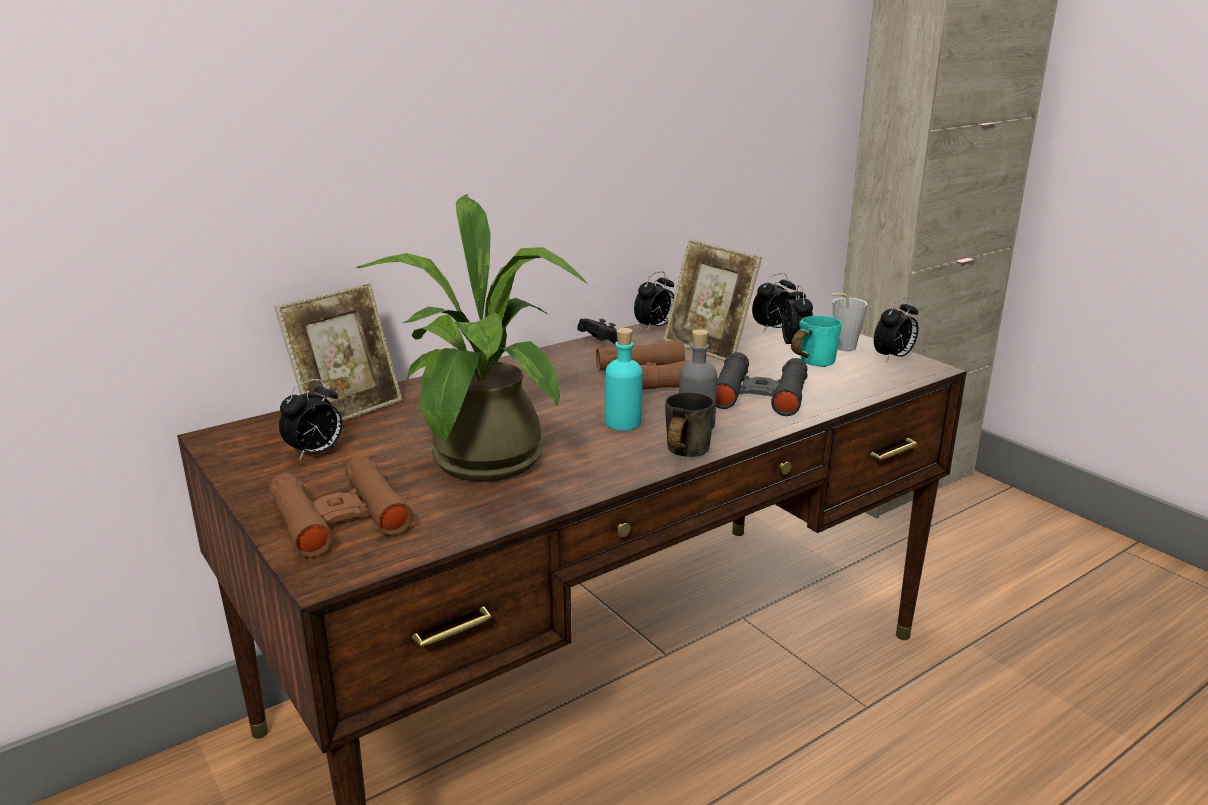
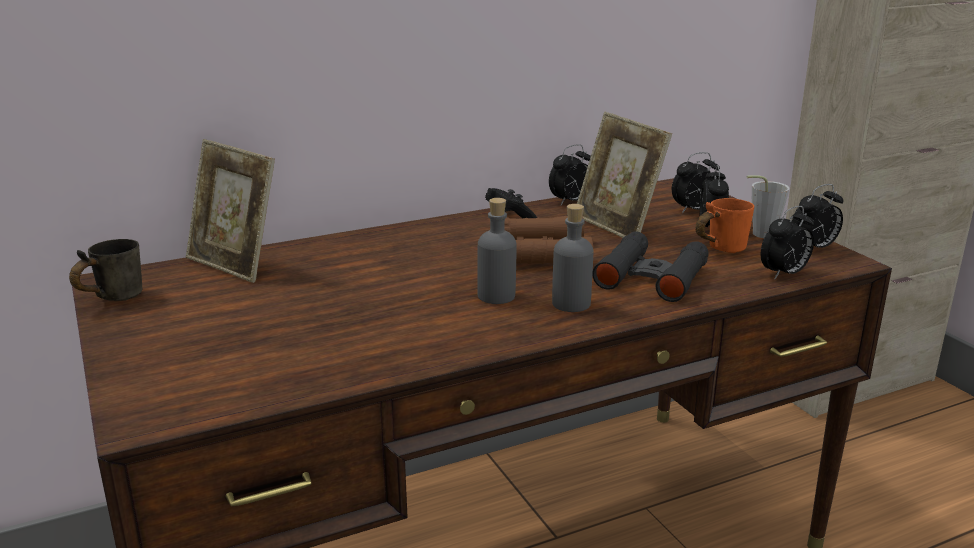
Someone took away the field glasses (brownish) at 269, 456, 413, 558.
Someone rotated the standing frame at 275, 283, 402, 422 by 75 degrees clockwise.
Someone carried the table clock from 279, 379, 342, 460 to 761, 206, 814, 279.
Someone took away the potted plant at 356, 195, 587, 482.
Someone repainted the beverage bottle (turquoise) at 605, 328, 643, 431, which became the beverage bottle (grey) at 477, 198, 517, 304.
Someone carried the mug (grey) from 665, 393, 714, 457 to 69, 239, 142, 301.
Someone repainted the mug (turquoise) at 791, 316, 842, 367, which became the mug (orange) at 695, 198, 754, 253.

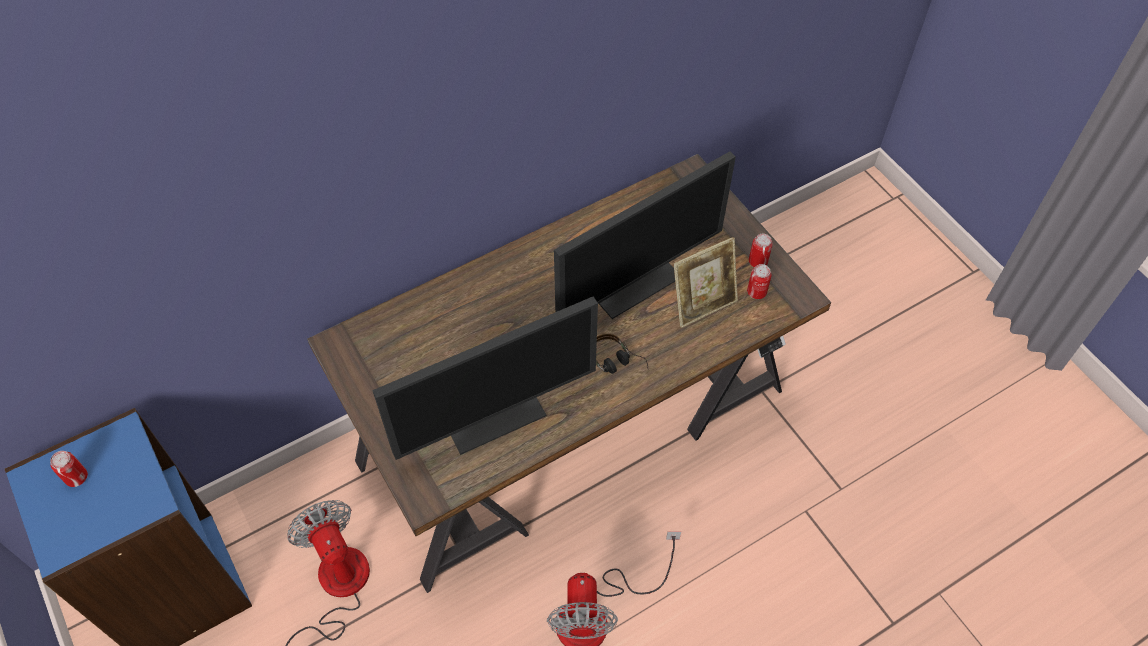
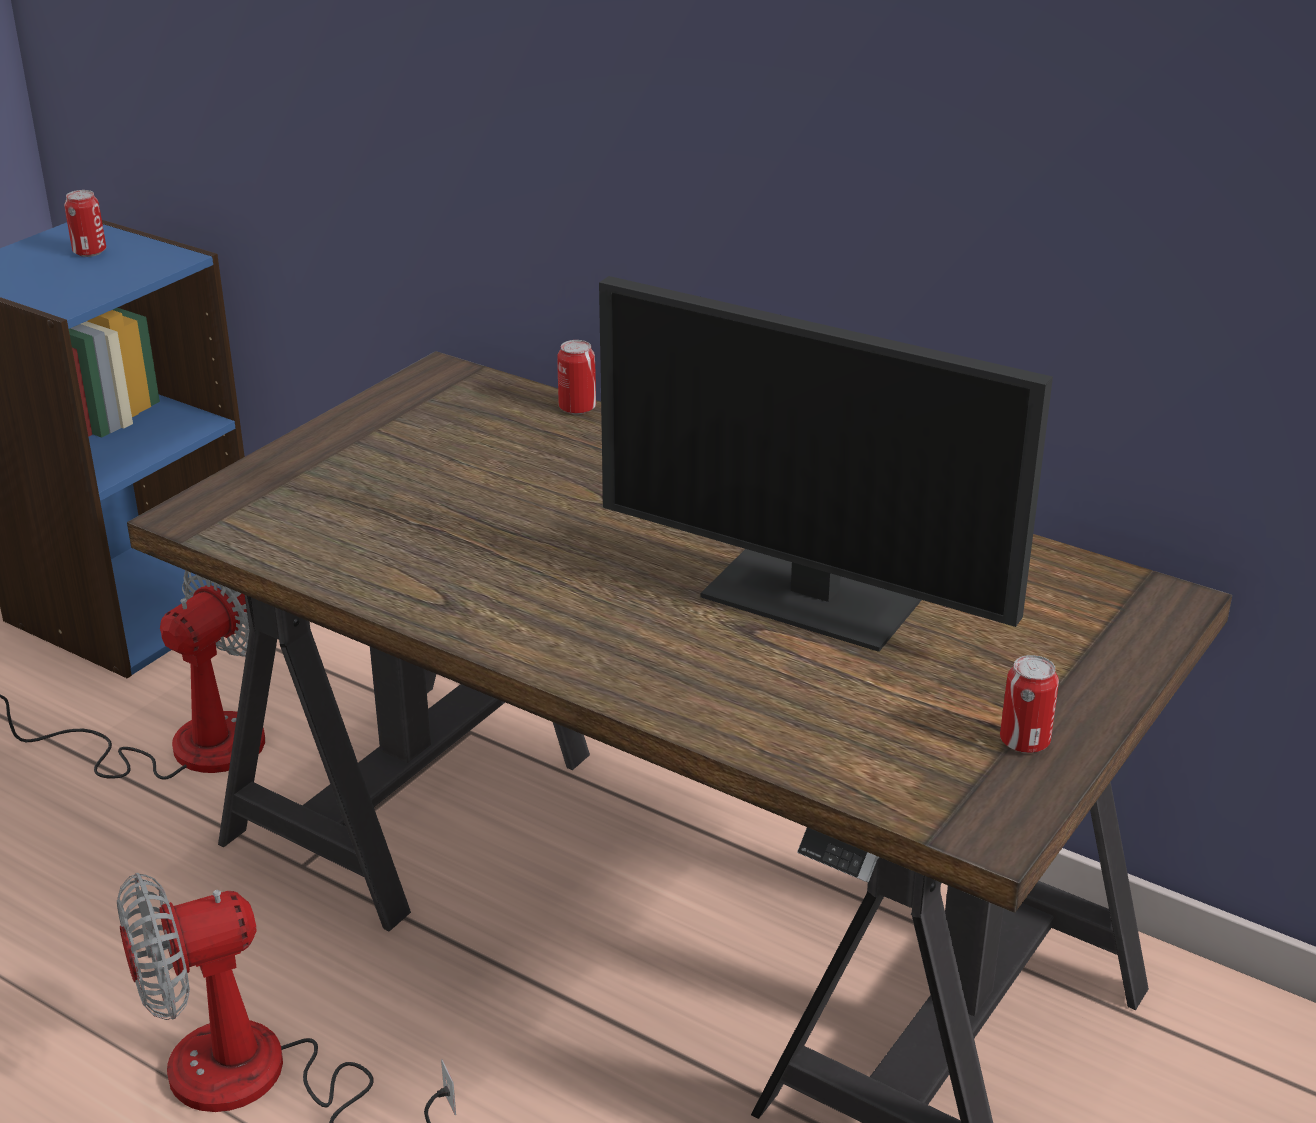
Someone took away the computer display at 372, 296, 598, 460.
Someone took away the headset at 596, 334, 648, 374.
Someone took away the standing frame at 674, 237, 738, 328.
Someone carried the can from 747, 264, 772, 299 to 557, 340, 596, 414.

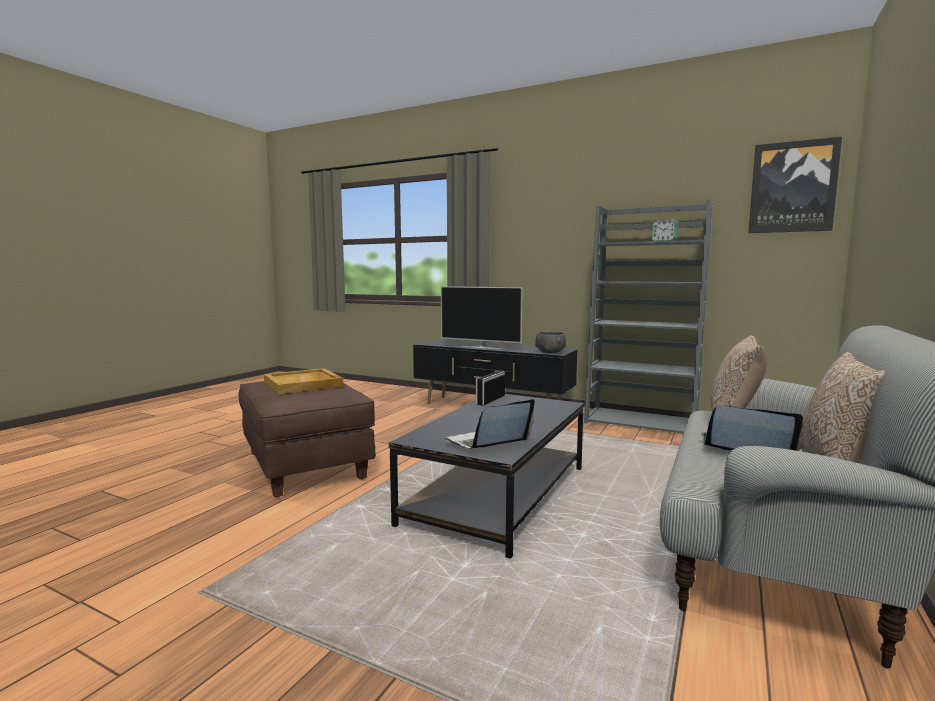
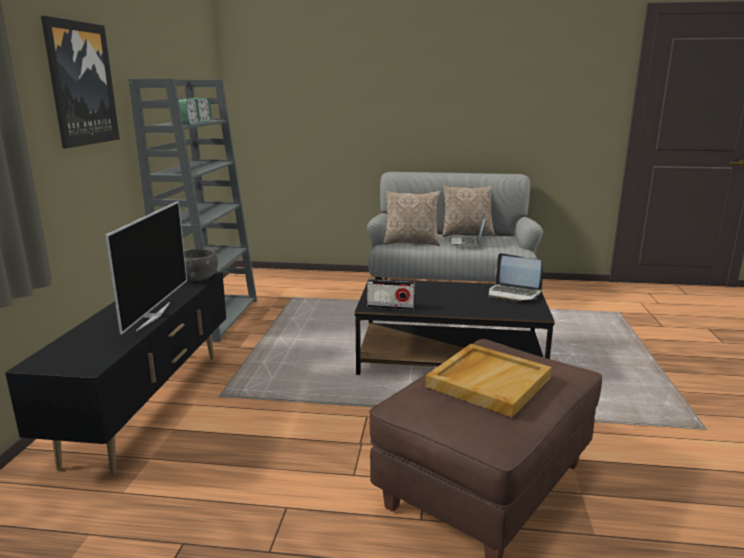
Someone carried the picture from 748, 137, 842, 233 to 41, 16, 120, 148.
Someone put down the table clock at 178, 99, 200, 125.

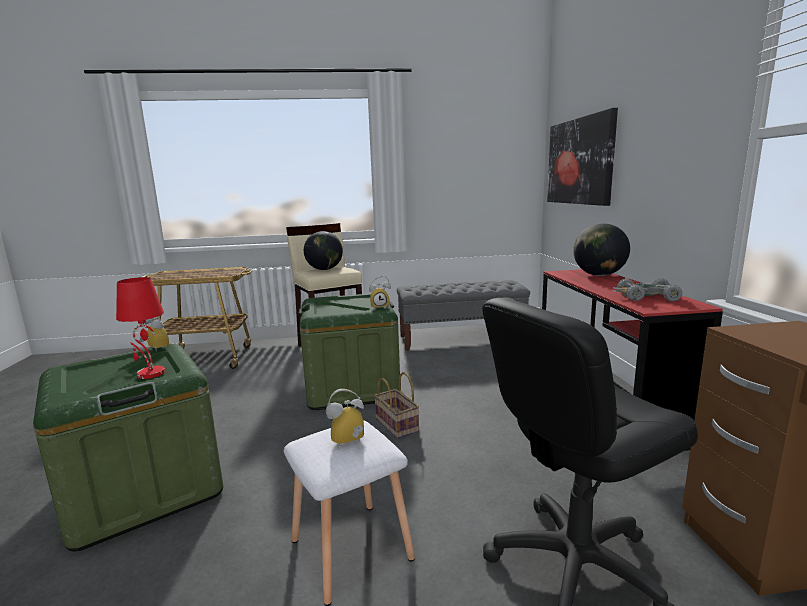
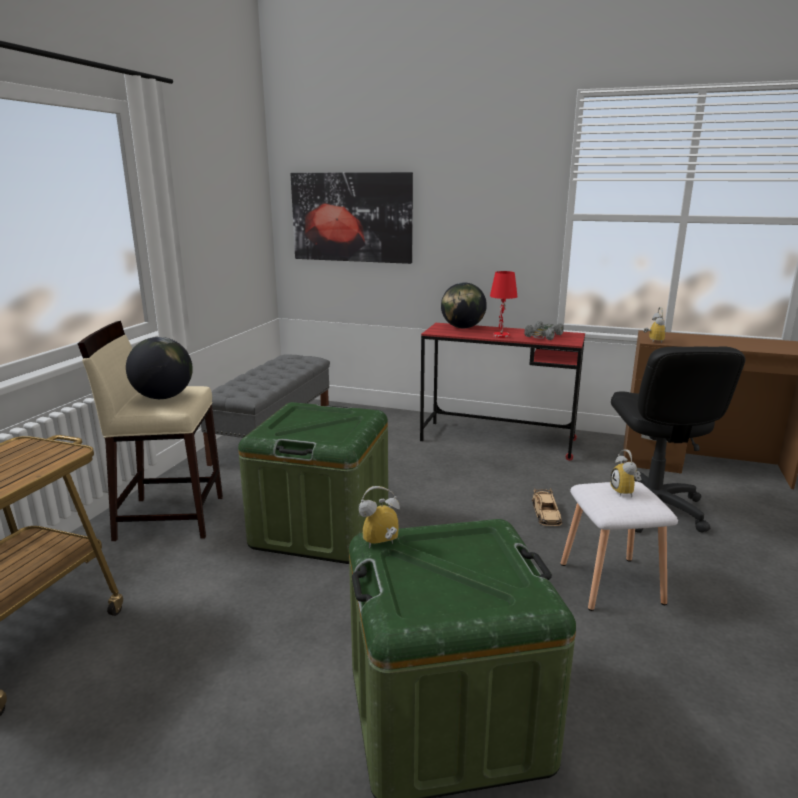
Someone carried the lamp for a table (reddish) from 116, 277, 165, 379 to 490, 271, 518, 338.
Someone carried the table clock from 369, 276, 391, 309 to 643, 307, 665, 343.
Someone took away the basket at 374, 372, 419, 439.
Someone put down the miniature car (beige-coloured) at 532, 488, 562, 526.

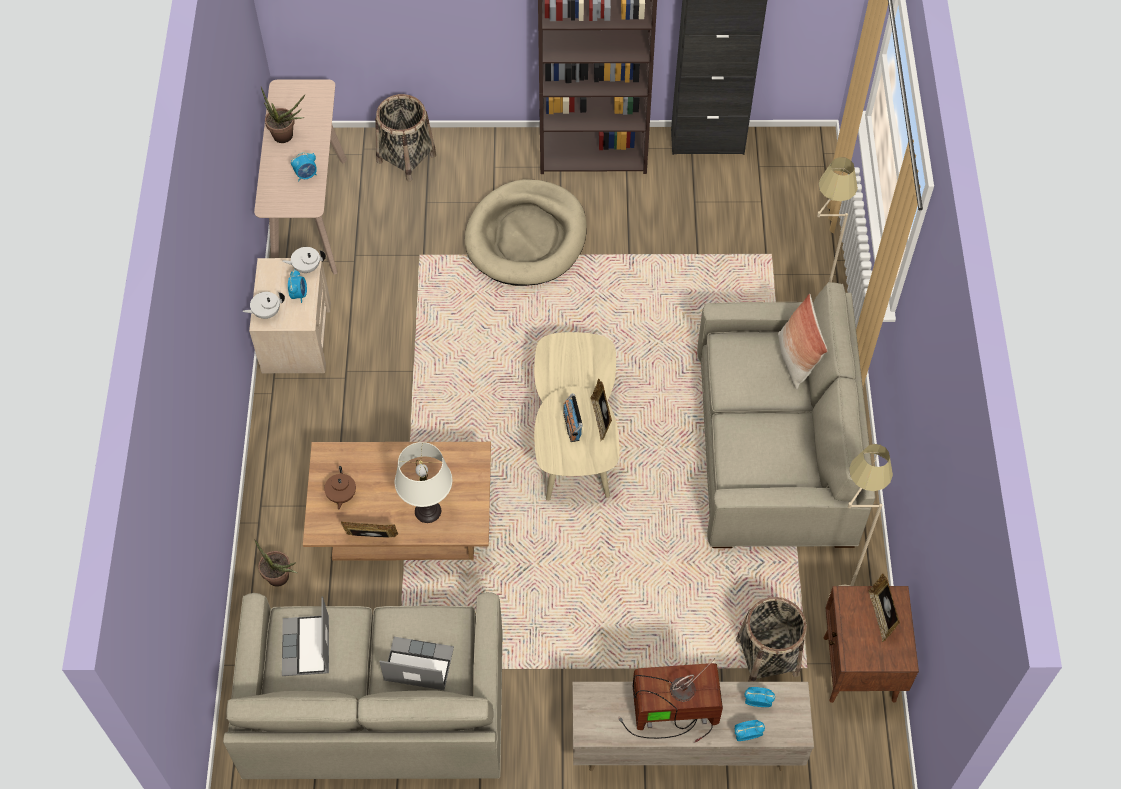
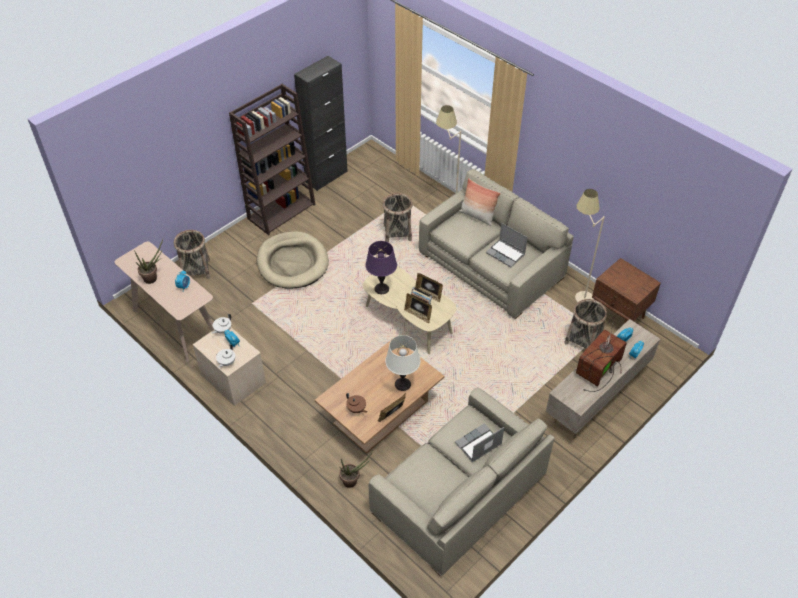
Someone carried the portable computer from 282, 597, 329, 676 to 486, 223, 528, 267.
Someone carried the standing frame from 868, 574, 900, 642 to 404, 293, 432, 324.
Someone put down the lamp for a table (purple) at 365, 241, 397, 294.
Someone put down the basket at 383, 193, 412, 242.

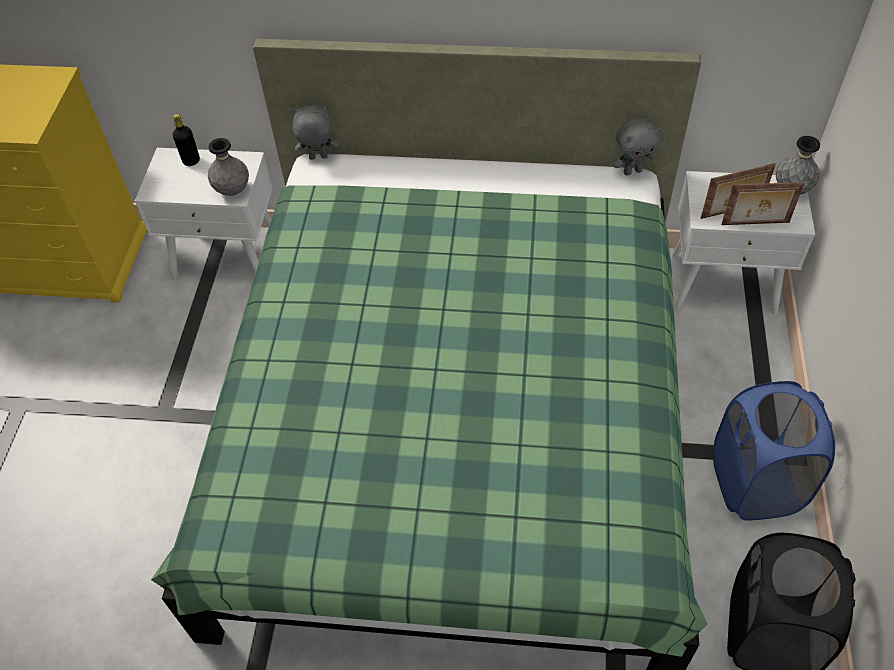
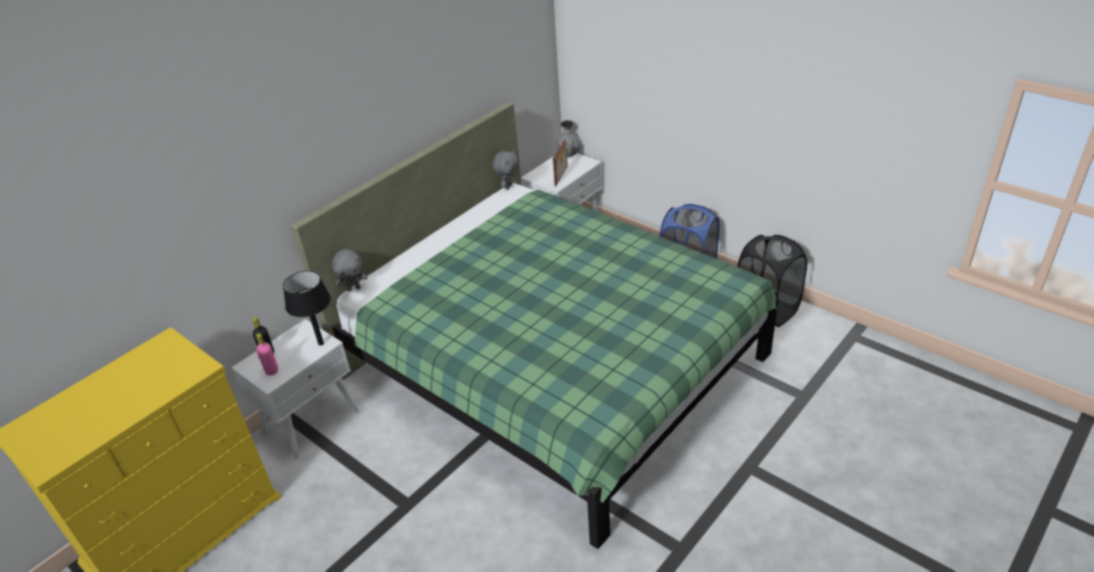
Someone swapped the decorative vase (grey) at 208, 138, 249, 196 for the lamp for a table (black) at 283, 271, 331, 346.
Someone rotated the cuddly toy (grey) at 292, 105, 338, 160 by 135 degrees counterclockwise.
Someone took away the standing frame at 721, 182, 804, 225.
Someone put down the beverage bottle (pinkish) at 256, 333, 278, 375.

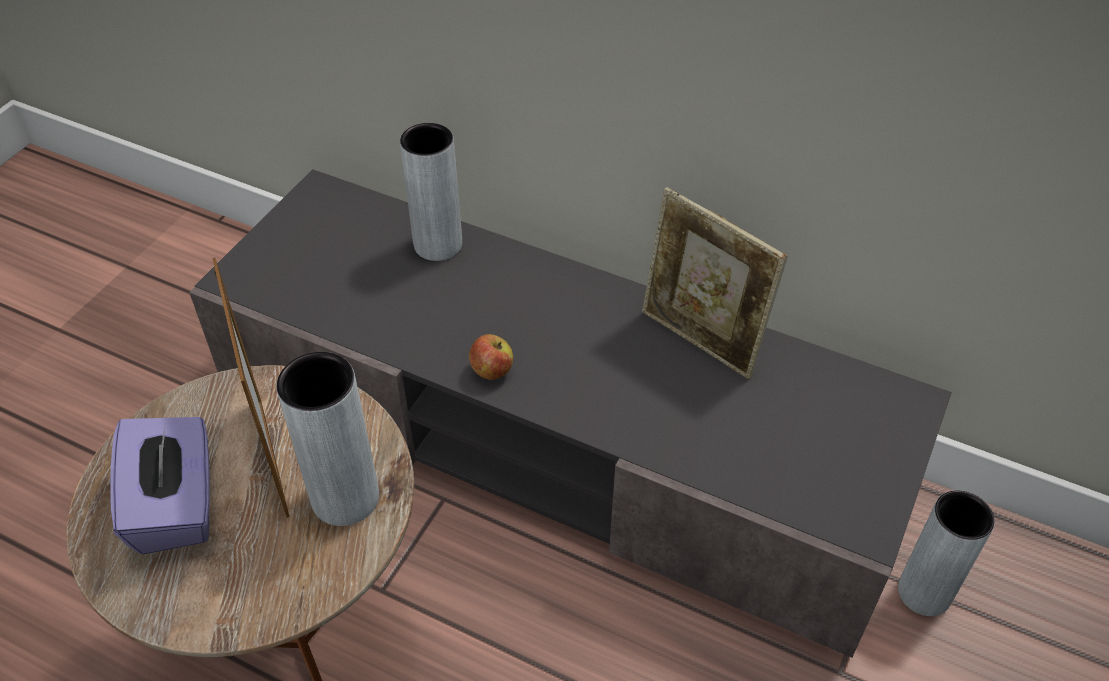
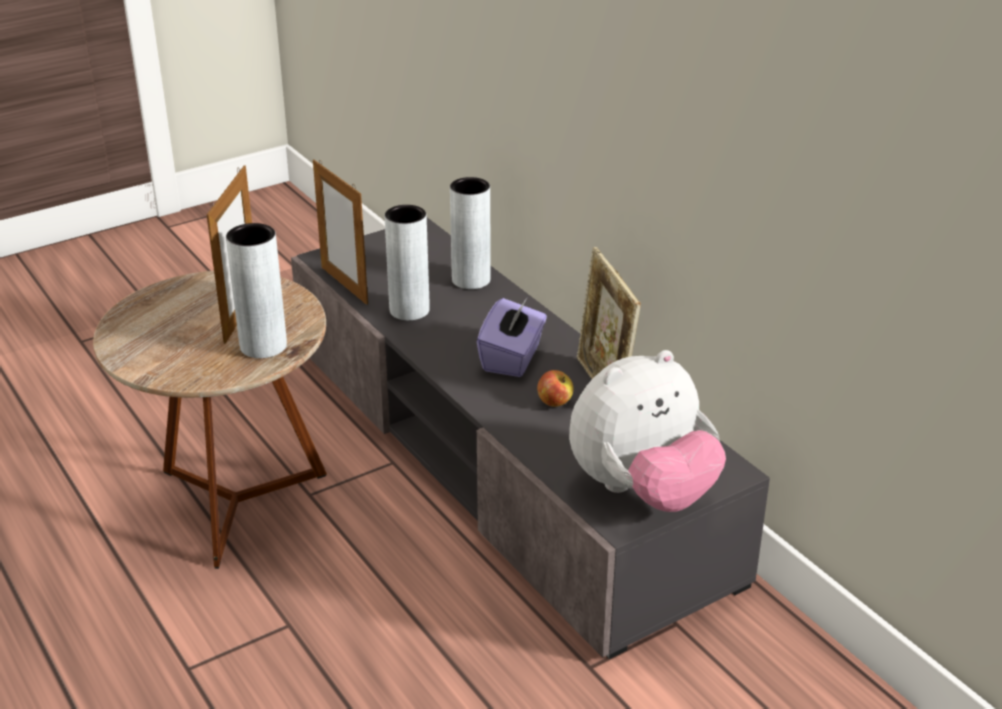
Someone carried the box of tissues (purple) from 110, 417, 210, 554 to 477, 298, 547, 377.
Someone carried the apple fruit from 469, 334, 513, 380 to 537, 370, 574, 407.
Someone carried the decorative vase (grey) from 898, 490, 995, 616 to 384, 205, 430, 321.
Someone put down the standing frame at 313, 159, 368, 305.
Someone put down the cuddly toy at 569, 350, 726, 512.

